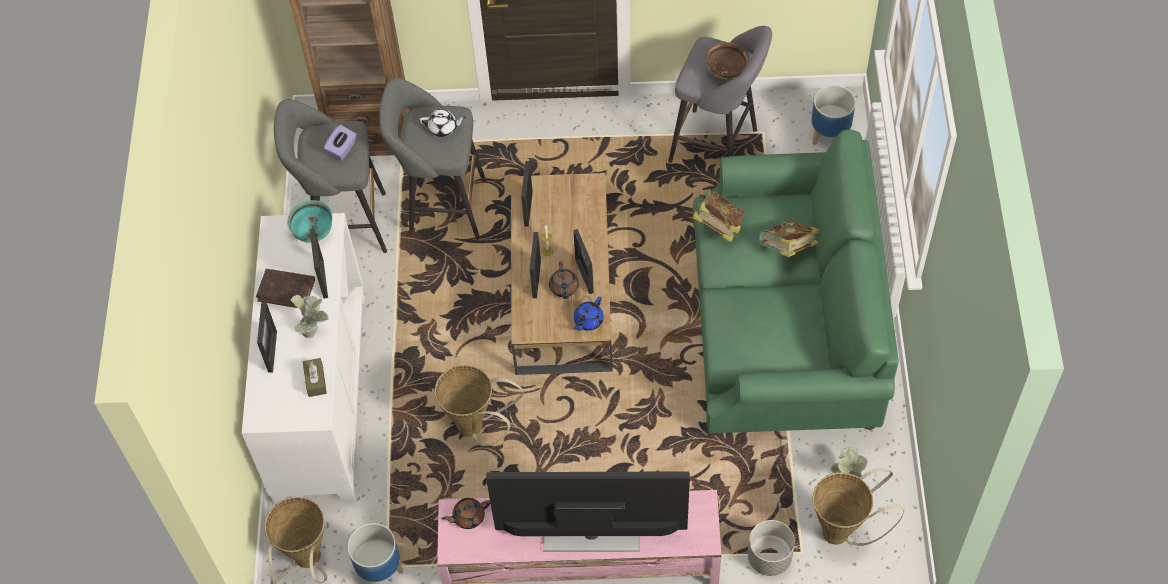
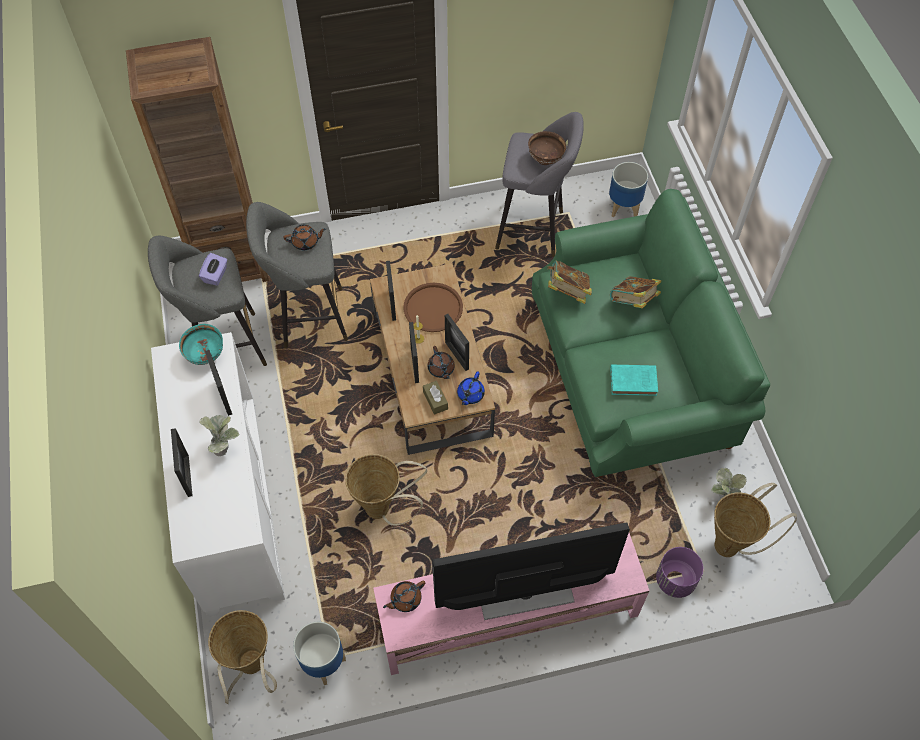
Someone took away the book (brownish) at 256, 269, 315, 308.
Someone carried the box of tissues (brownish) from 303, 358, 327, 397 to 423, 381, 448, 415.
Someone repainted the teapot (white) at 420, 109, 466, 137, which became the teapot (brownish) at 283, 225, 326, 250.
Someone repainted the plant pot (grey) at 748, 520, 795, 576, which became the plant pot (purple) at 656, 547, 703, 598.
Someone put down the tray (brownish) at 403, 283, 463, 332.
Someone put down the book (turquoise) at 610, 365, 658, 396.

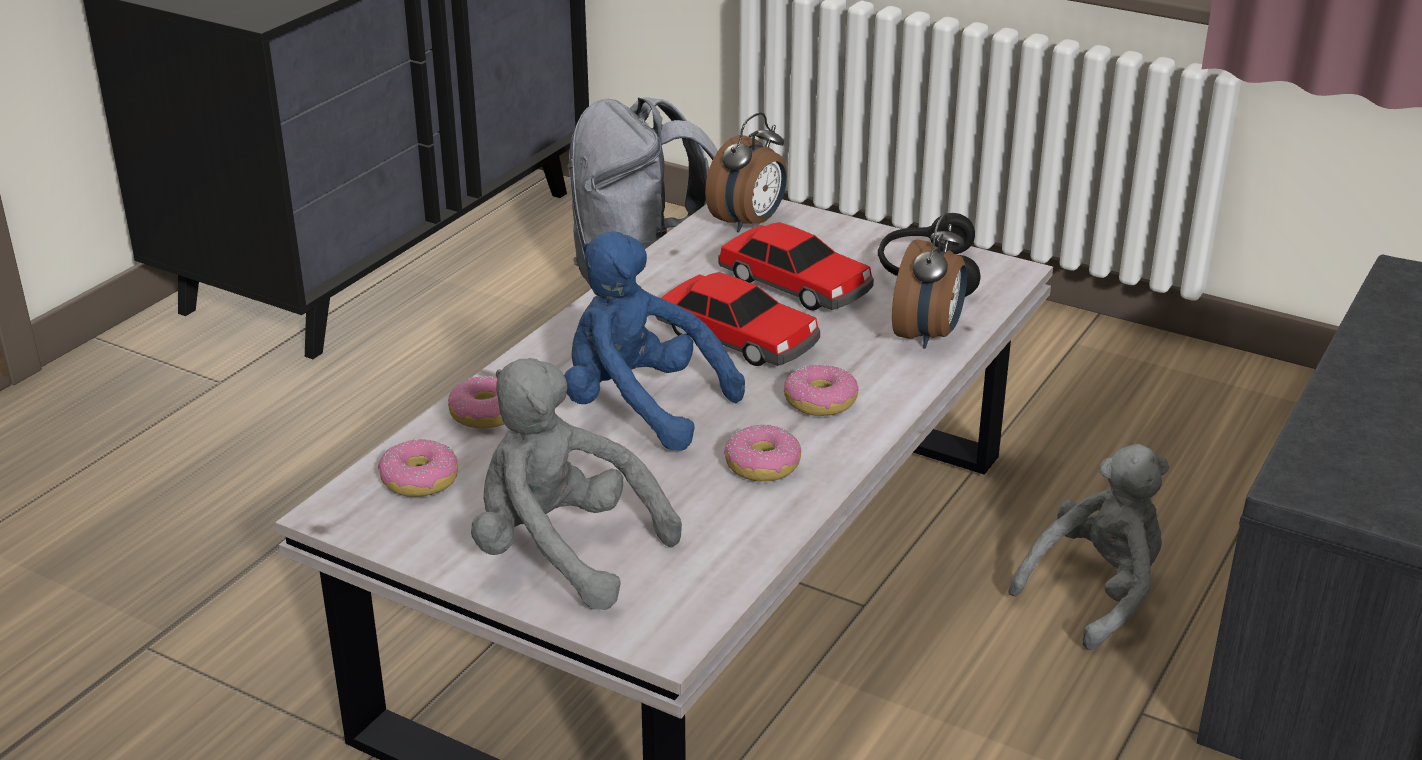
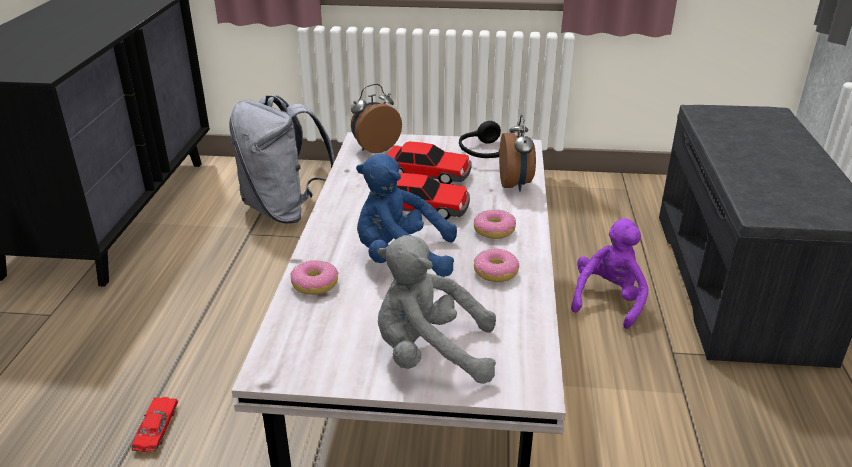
Someone took away the doughnut at 378, 439, 458, 497.
Someone rotated the table clock at 705, 112, 787, 233 by 135 degrees counterclockwise.
Someone repainted the cuddly toy (grey) at 1008, 444, 1169, 650, which became the cuddly toy (purple) at 571, 218, 649, 329.
Someone put down the miniature car (reddish) at 132, 397, 178, 452.

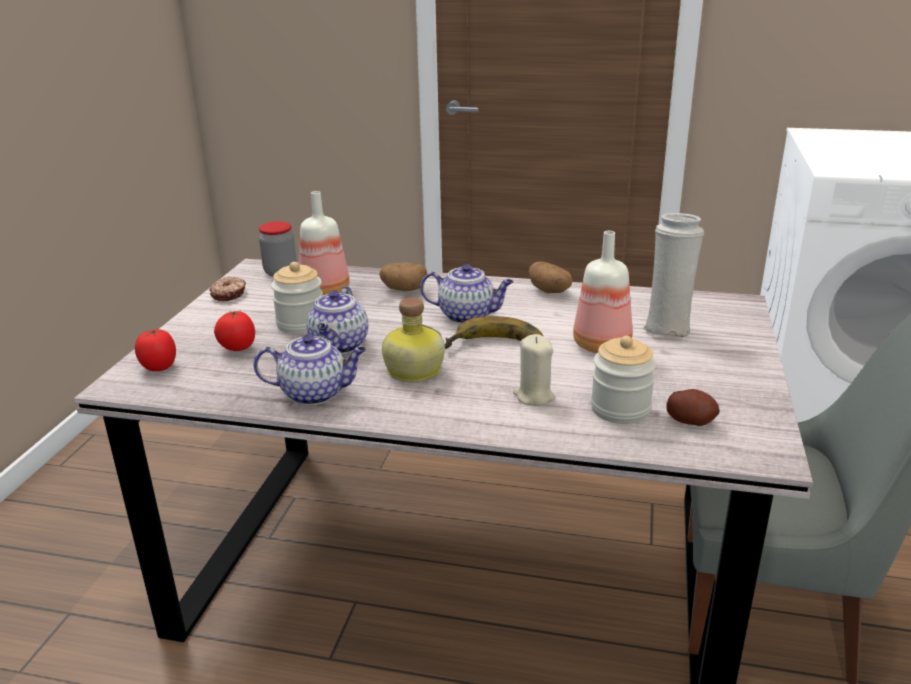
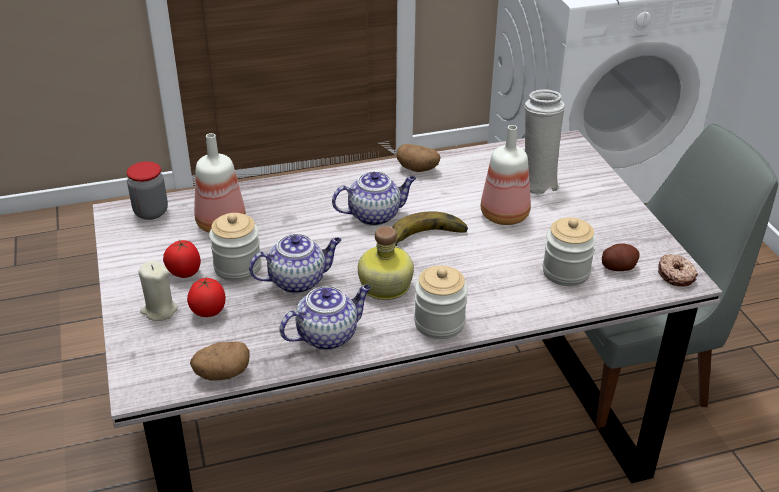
Someone carried the fresh tomato from 135, 328, 176, 371 to 163, 240, 201, 278.
Someone carried the doughnut from 209, 277, 246, 301 to 658, 254, 698, 287.
Someone rotated the teapot at 306, 286, 368, 354 by 90 degrees counterclockwise.
Someone carried the potato from 379, 262, 427, 291 to 190, 341, 250, 380.
Someone carried the wax candle (beige-coloured) from 513, 334, 555, 406 to 139, 260, 178, 321.
Someone put down the jar at 414, 266, 468, 339.

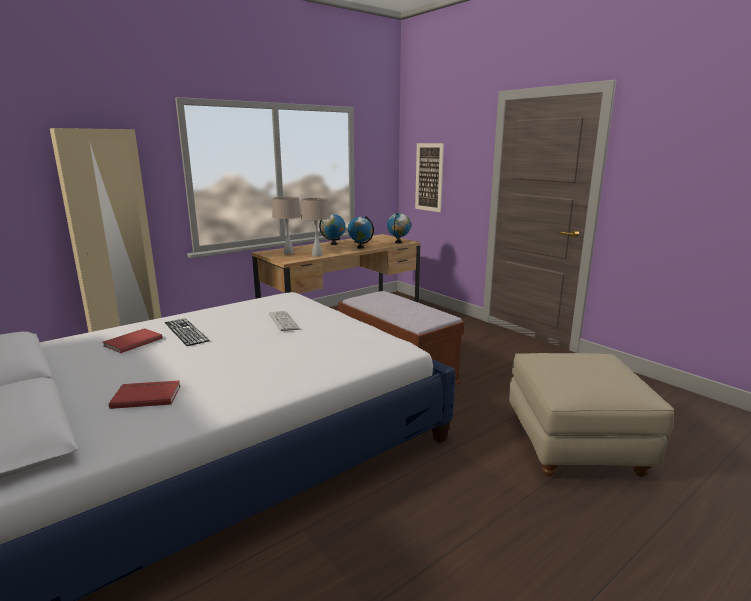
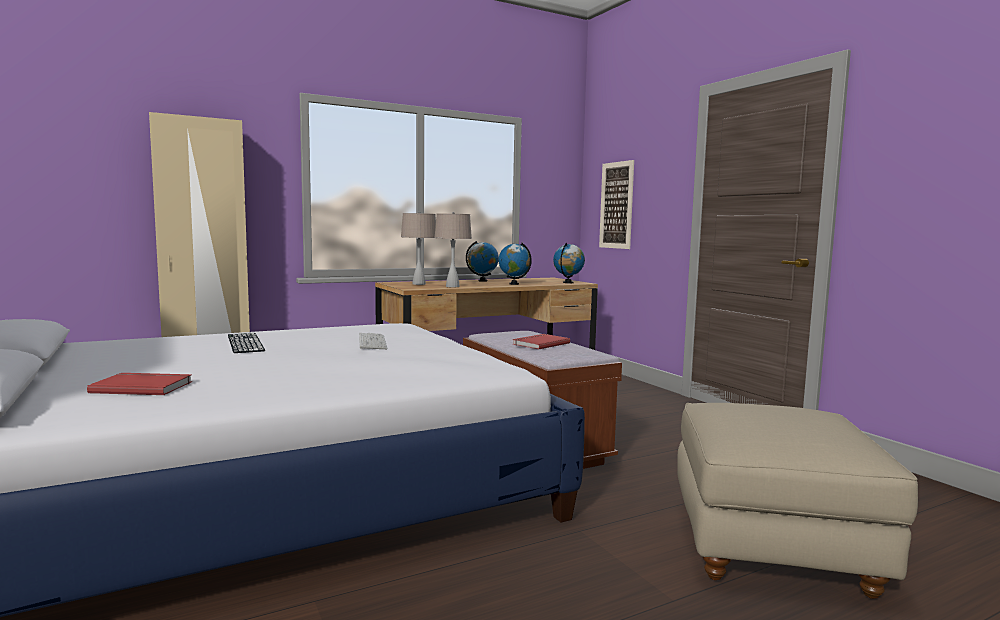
Someone carried the book (reddish) from 103, 328, 163, 353 to 512, 334, 570, 350.

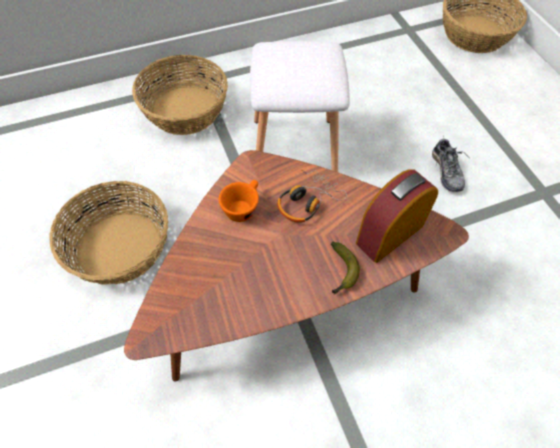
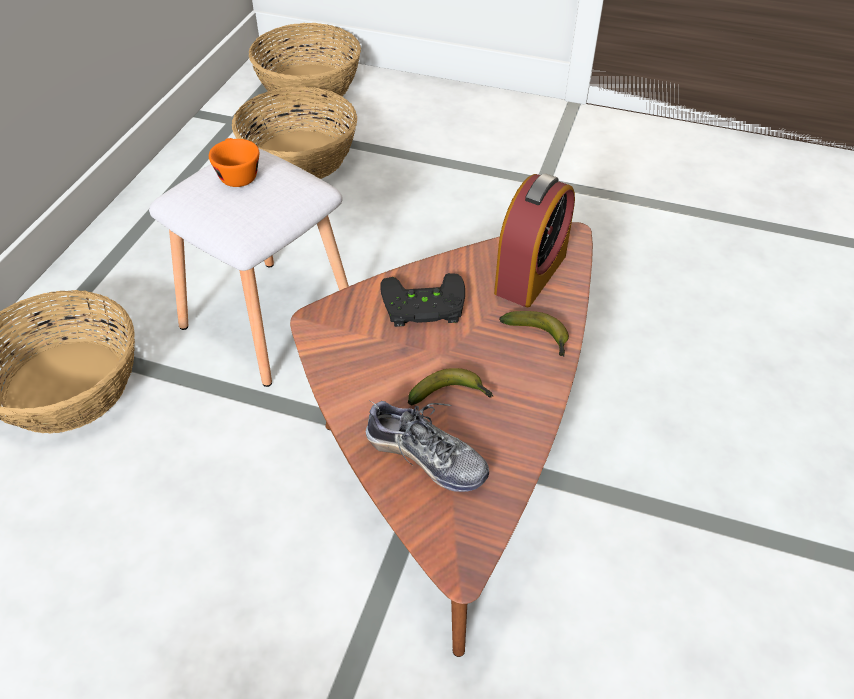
Someone carried the basket from 49, 181, 168, 285 to 232, 87, 357, 179.
Someone carried the cup (orange) from 219, 180, 259, 222 to 209, 138, 259, 187.
Someone swapped the headset at 277, 170, 347, 223 for the gamepad (black) at 380, 273, 465, 327.
Someone rotated the table clock at 356, 169, 438, 263 by 150 degrees counterclockwise.
Someone carried the low shoe from 432, 136, 470, 192 to 366, 400, 489, 492.
Someone put down the whole banana at 408, 368, 493, 405.

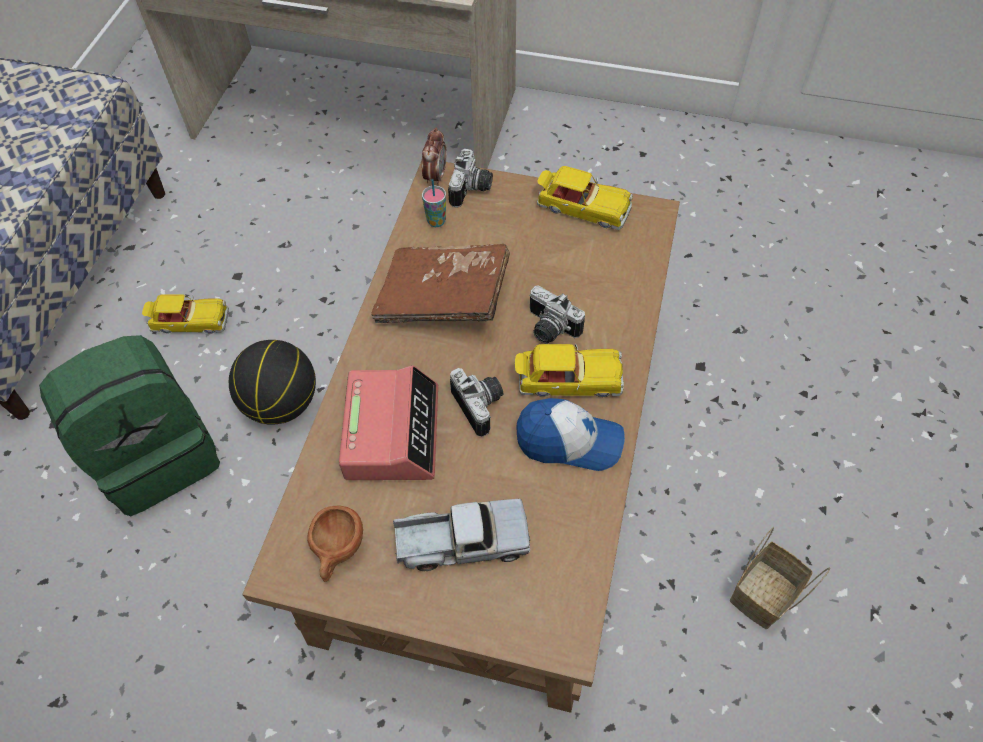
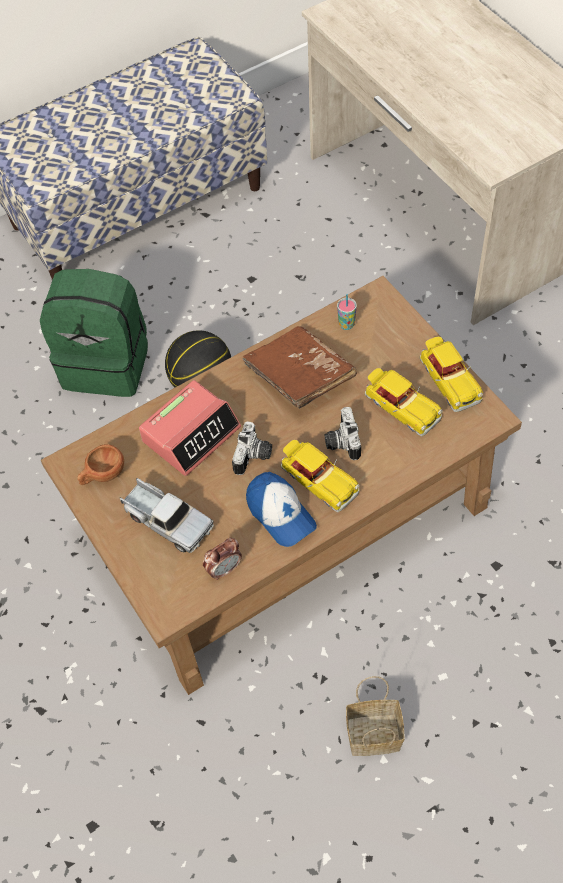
Someone carried the miniature car from 142, 294, 229, 334 to 365, 368, 443, 436.
Someone carried the table clock from 421, 128, 447, 186 to 203, 538, 242, 580.
Someone took away the photo camera at 448, 149, 493, 208.

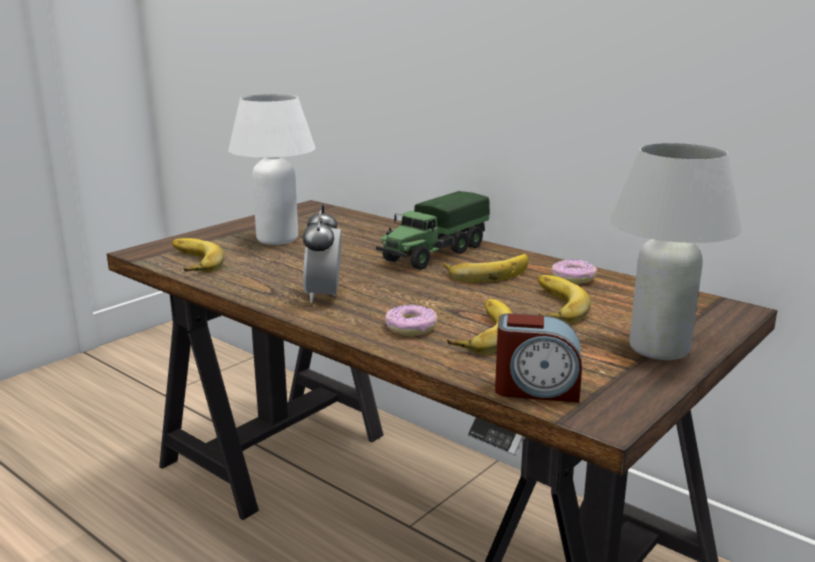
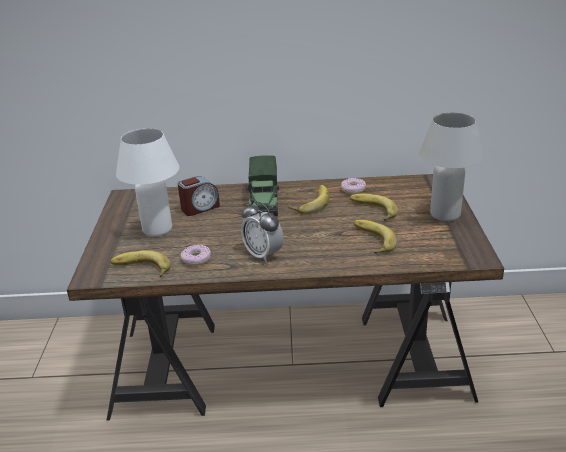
Someone carried the doughnut from 385, 305, 437, 336 to 181, 245, 211, 266.
Someone carried the table clock from 495, 313, 582, 402 to 178, 176, 220, 216.

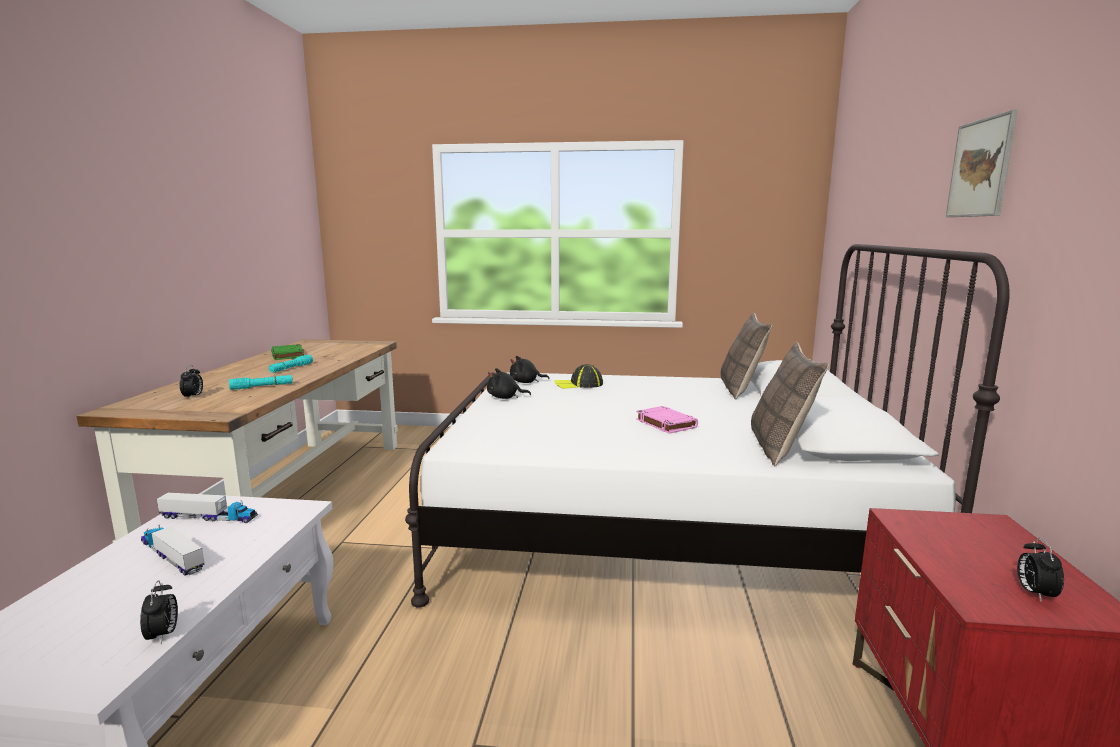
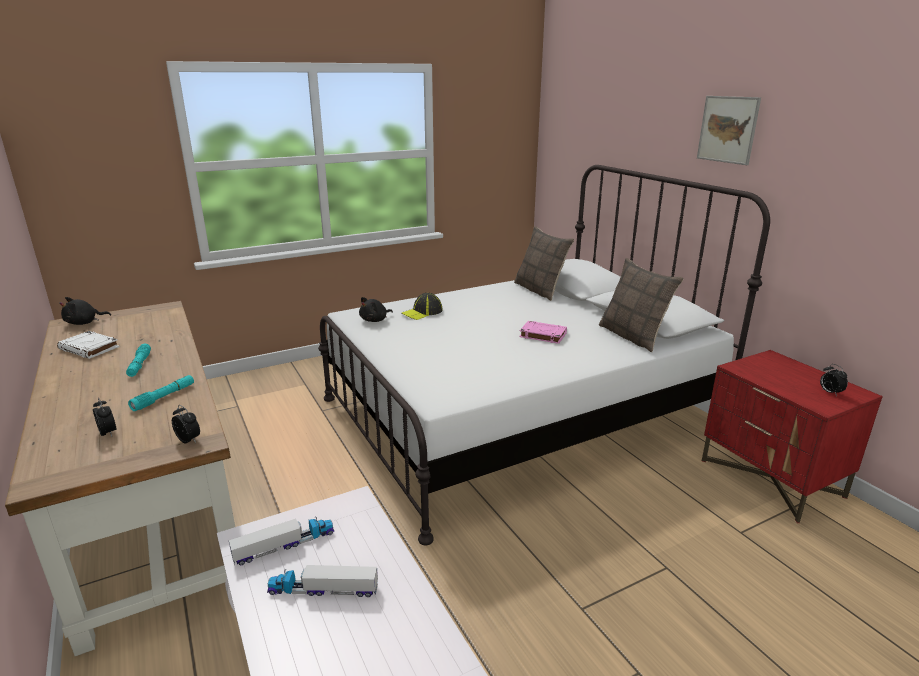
Someone carried the table clock from 140, 580, 178, 644 to 172, 405, 200, 443.
Someone repainted the book (green-coloured) at 271, 344, 304, 360, which became the book (white) at 57, 331, 119, 359.
Someone carried the cuddly toy (black) from 487, 368, 531, 399 to 59, 297, 111, 325.

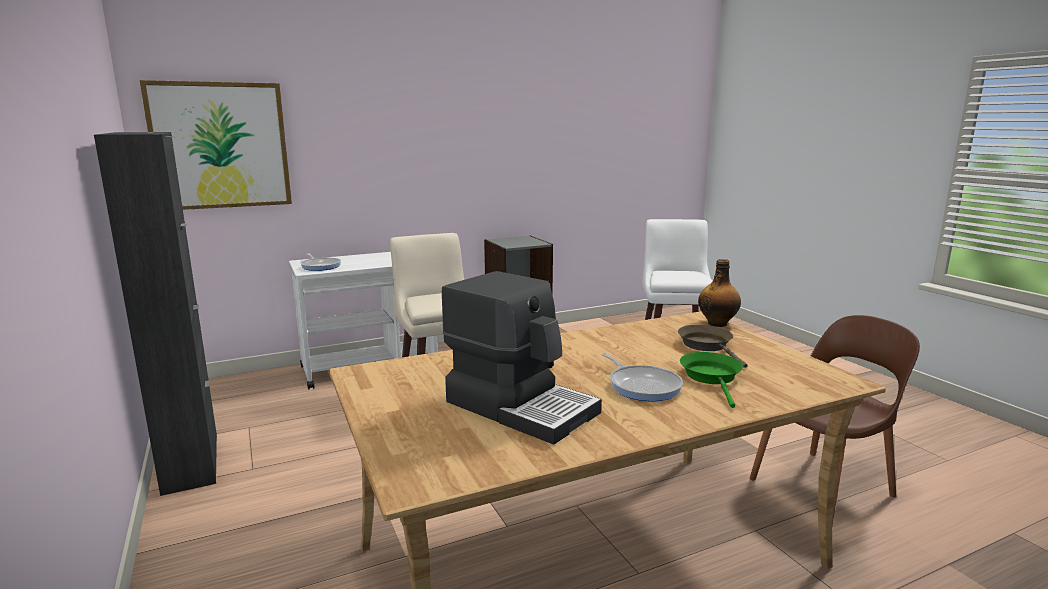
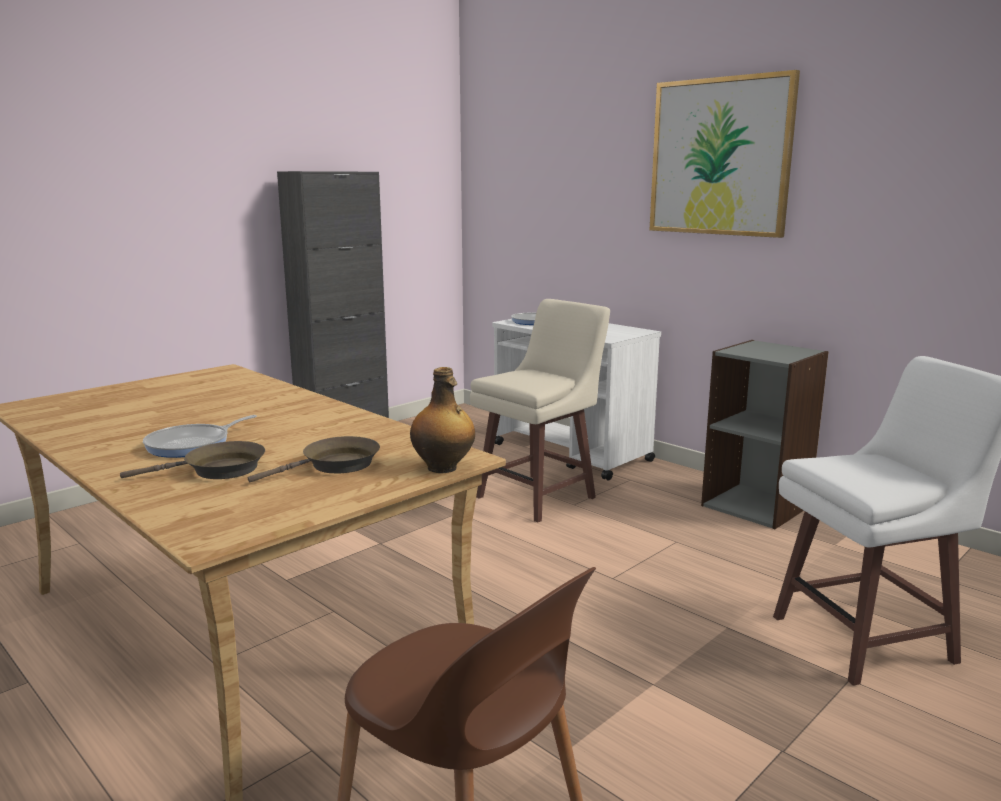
Someone carried the picture from 140, 80, 292, 210 to 650, 70, 800, 238.
Someone took away the coffee maker at 442, 271, 602, 445.
Someone repainted the pan (green-coloured) at 680, 352, 743, 408, which became the pan (brownish) at 120, 441, 265, 479.

